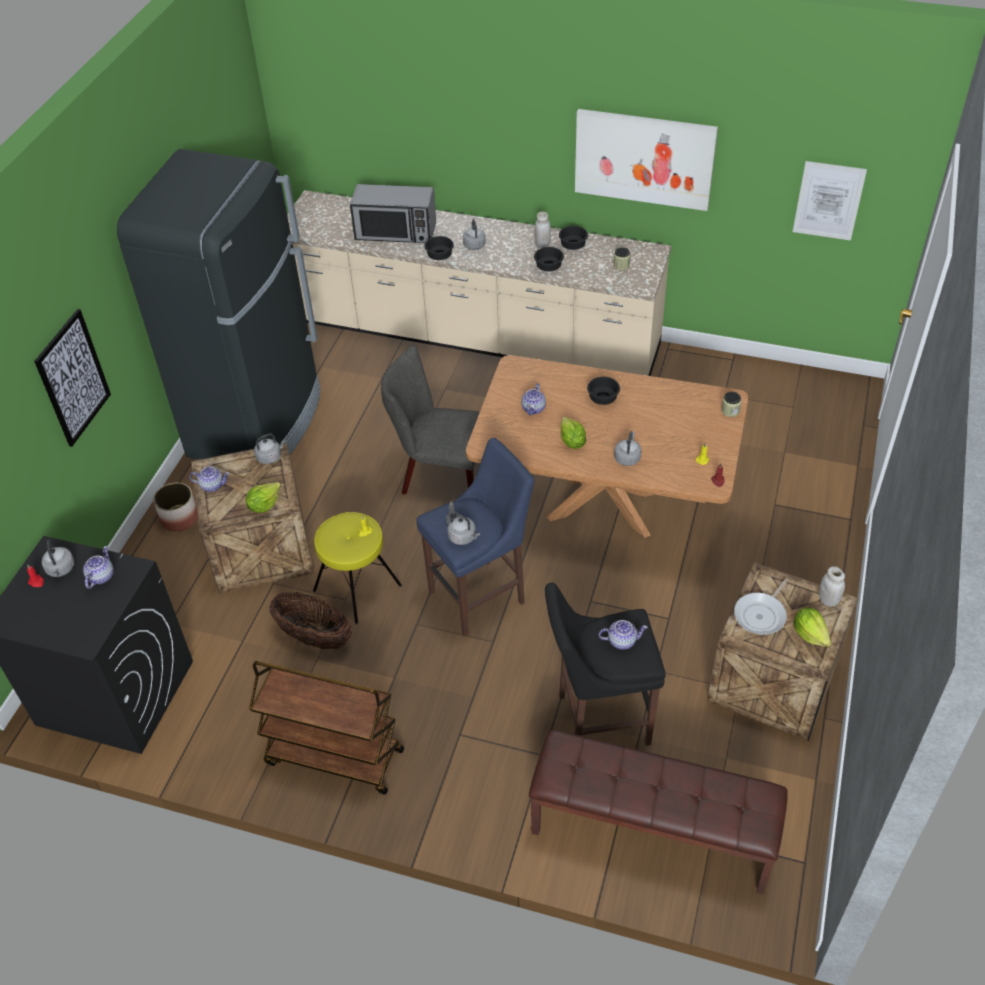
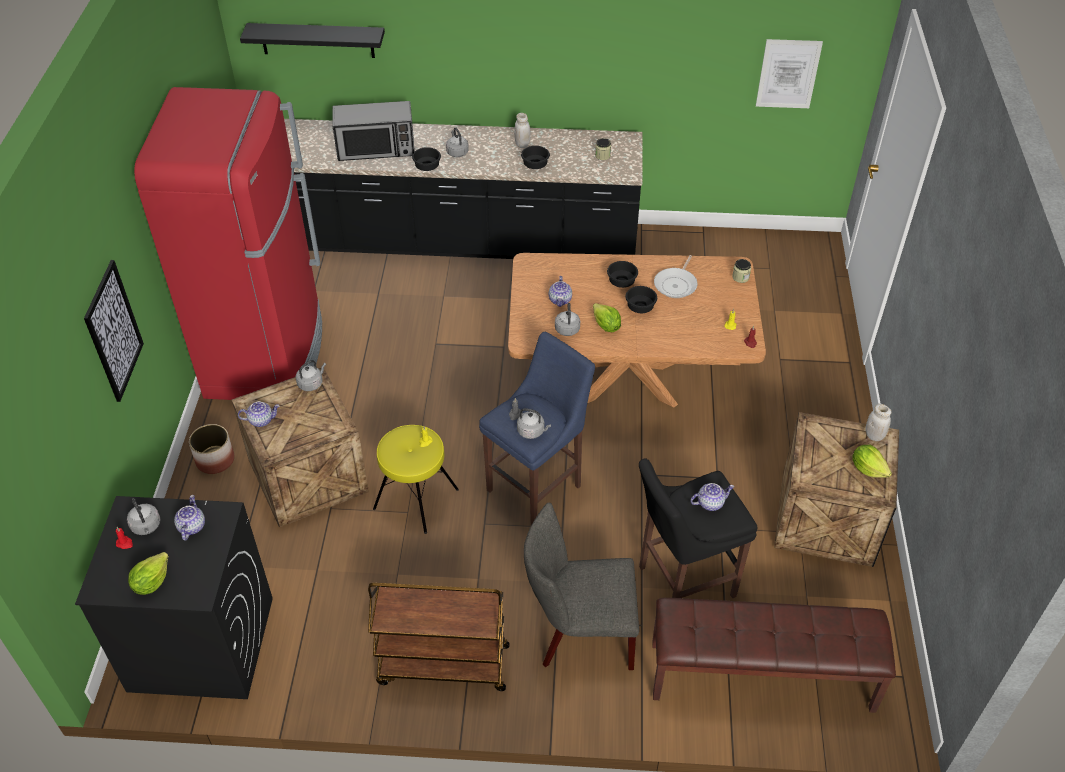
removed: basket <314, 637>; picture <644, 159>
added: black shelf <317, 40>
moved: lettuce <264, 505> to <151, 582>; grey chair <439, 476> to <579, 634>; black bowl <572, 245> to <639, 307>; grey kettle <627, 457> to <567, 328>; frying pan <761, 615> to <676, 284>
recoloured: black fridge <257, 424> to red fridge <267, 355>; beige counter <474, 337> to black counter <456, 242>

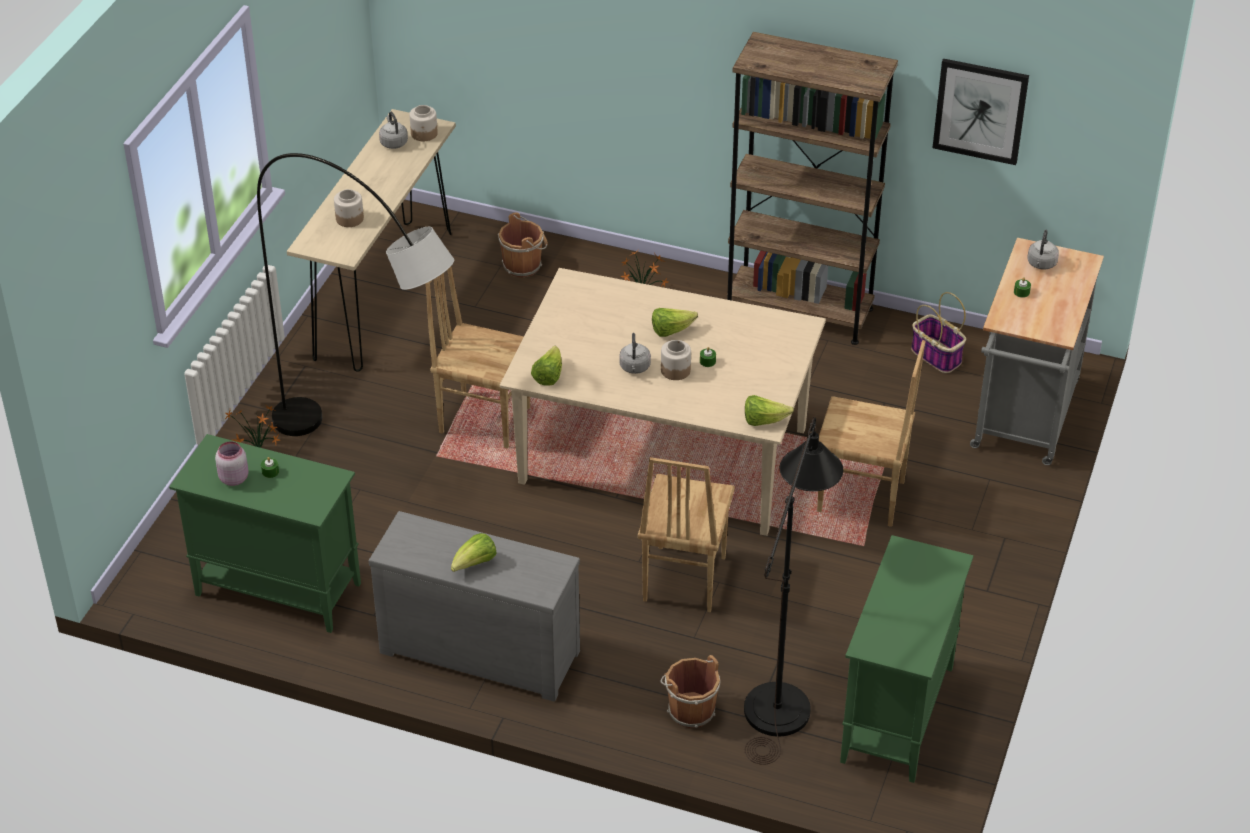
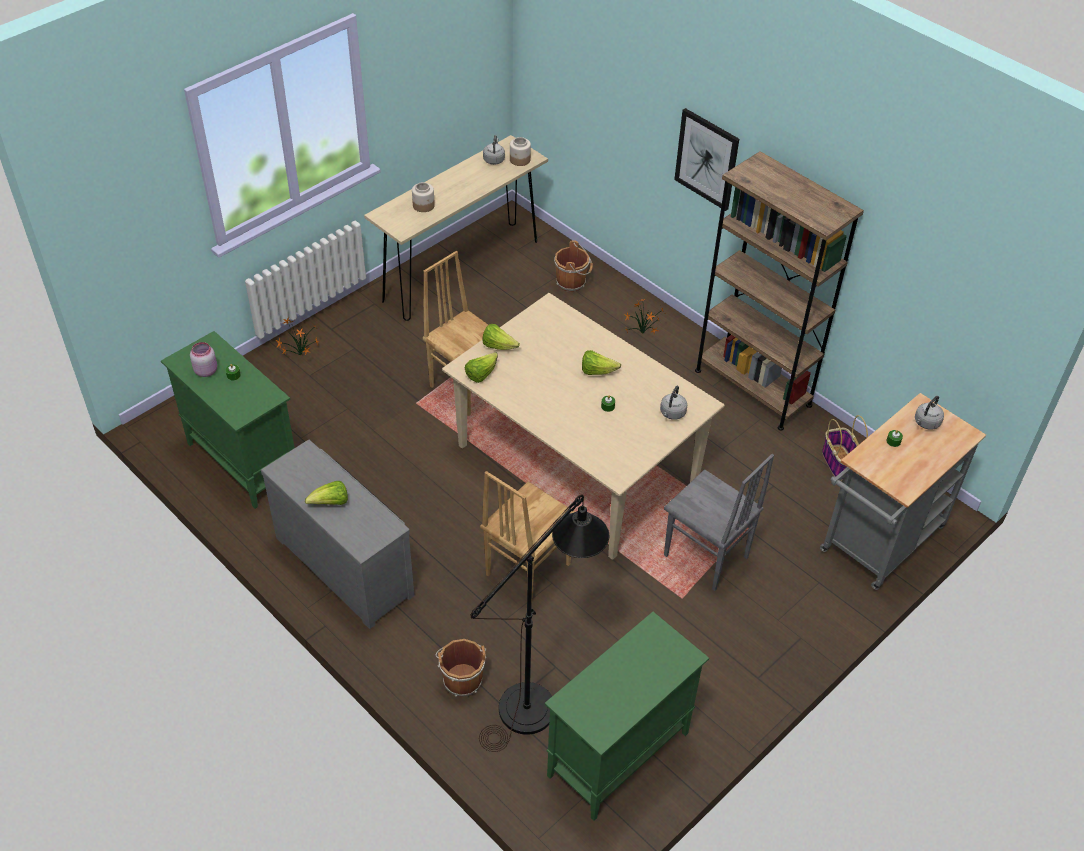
removed: grey floor lamp <373, 453>; jar <675, 370>
moved: grey kettle <635, 368> to <672, 413>; lettuce <764, 421> to <498, 346>; picture <980, 110> to <707, 159>
recoloured: brown chair <861, 498> to grey chair <705, 557>

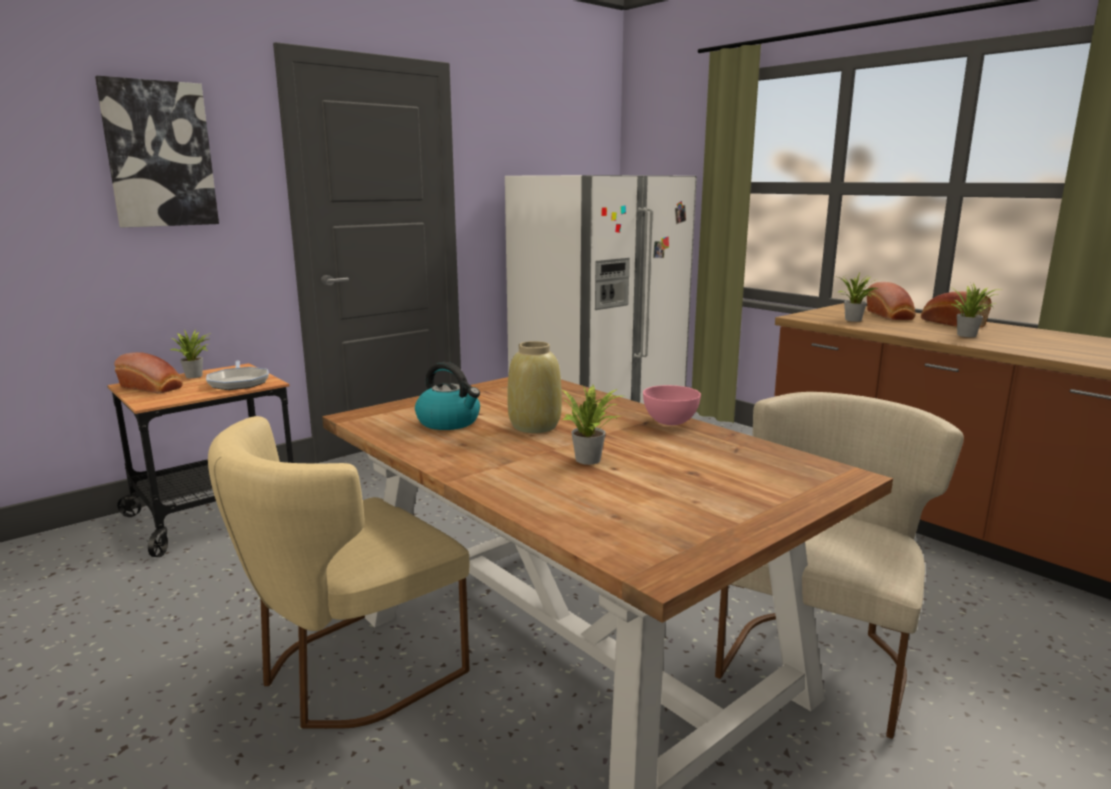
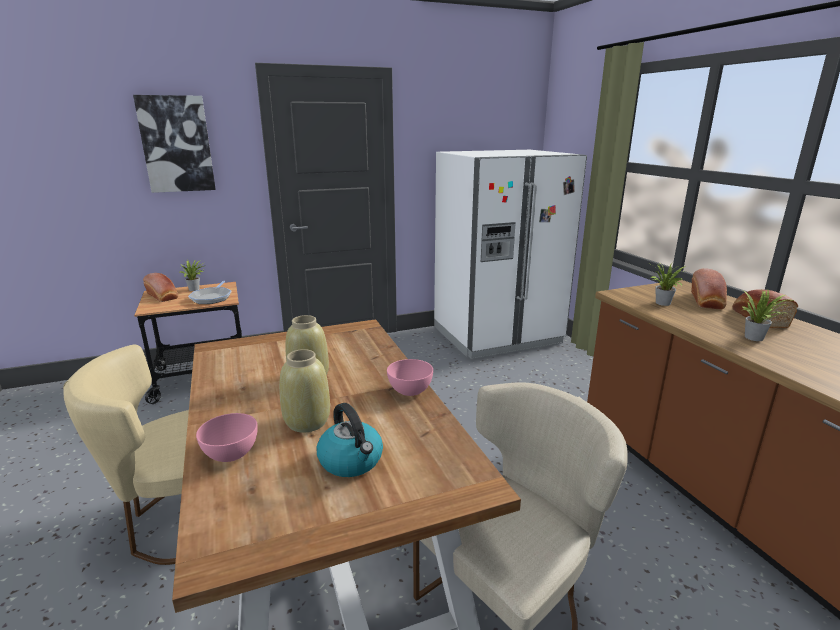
added: pink bowl <231, 454>
moved: kettle <449, 422> to <351, 461>
replaced: potted plant <591, 459> to beige vase <307, 422>

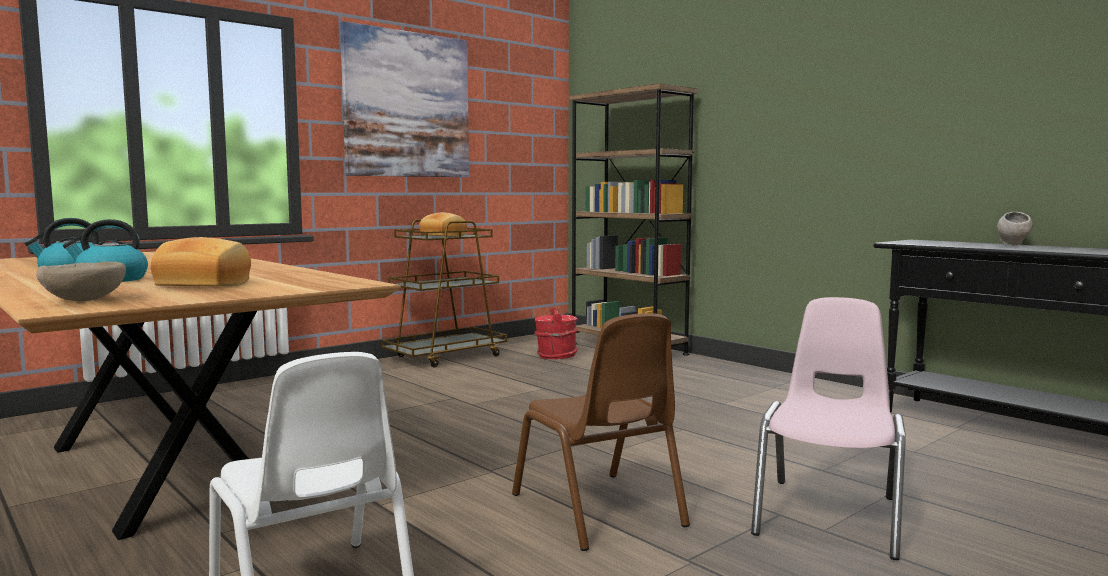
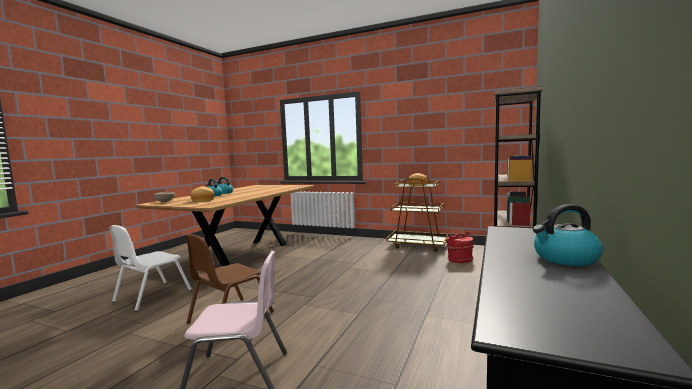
removed: picture <407, 105>
replaced: grey bowl <1013, 245> to kettle <565, 259>

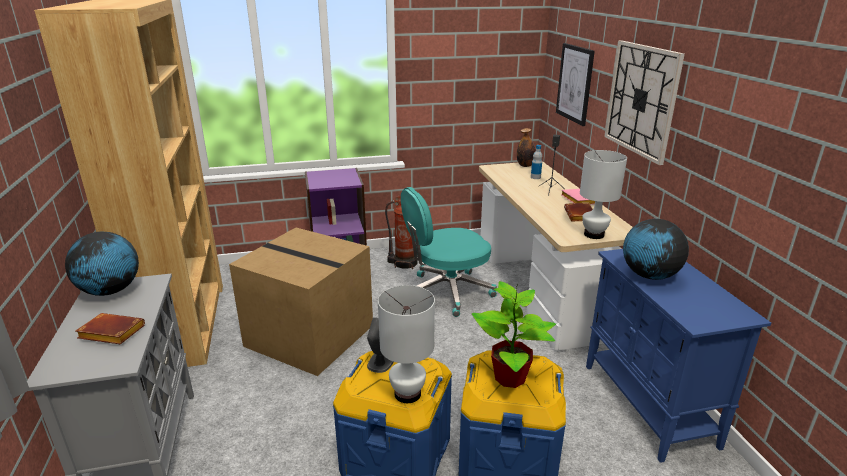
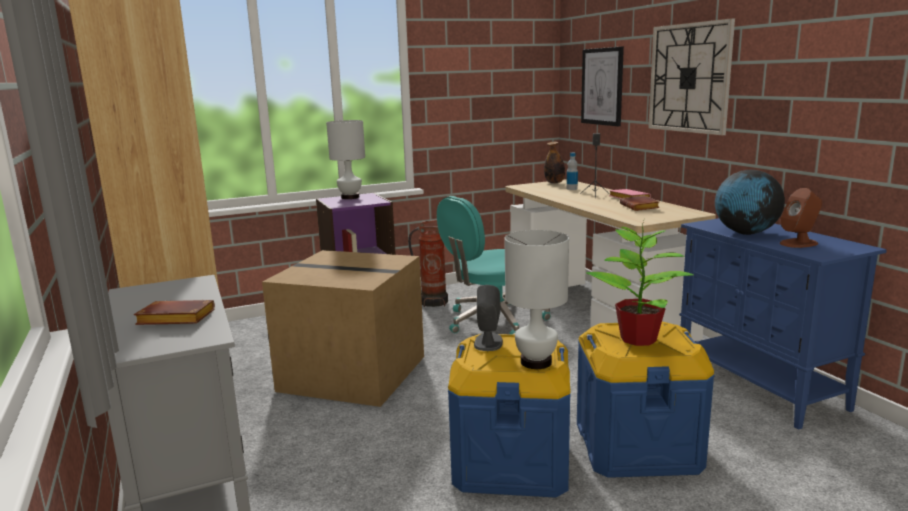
removed: globe <110, 291>
added: brown speaker <799, 243>
moved: white table lamp <594, 234> to <350, 197>

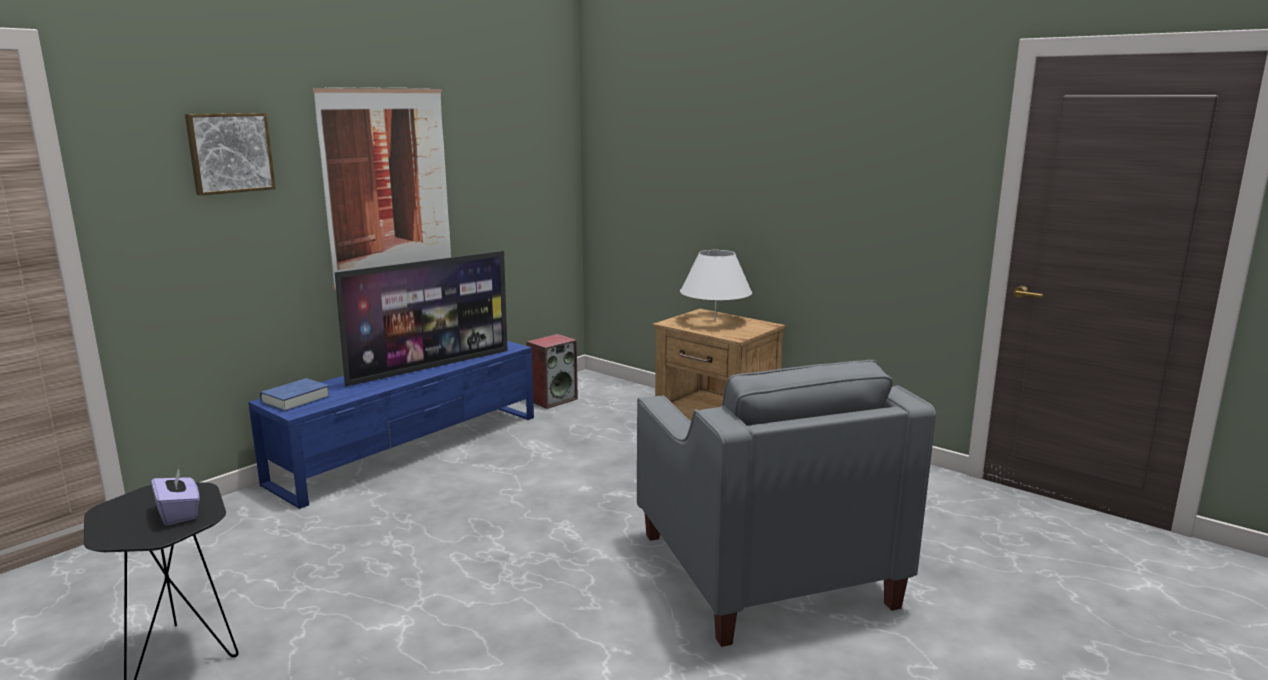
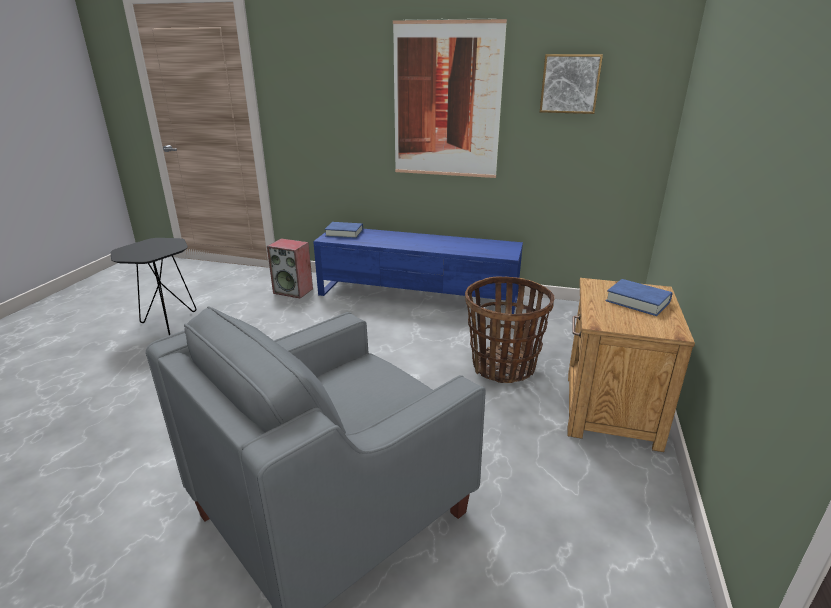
removed: purple tissue box <179, 513>; television <430, 367>
added: basket <503, 367>
moved: picture <230, 153> to <570, 84>; speaker <553, 399> to <294, 291>
replaced: white table lamp <714, 321> to blue book <637, 301>

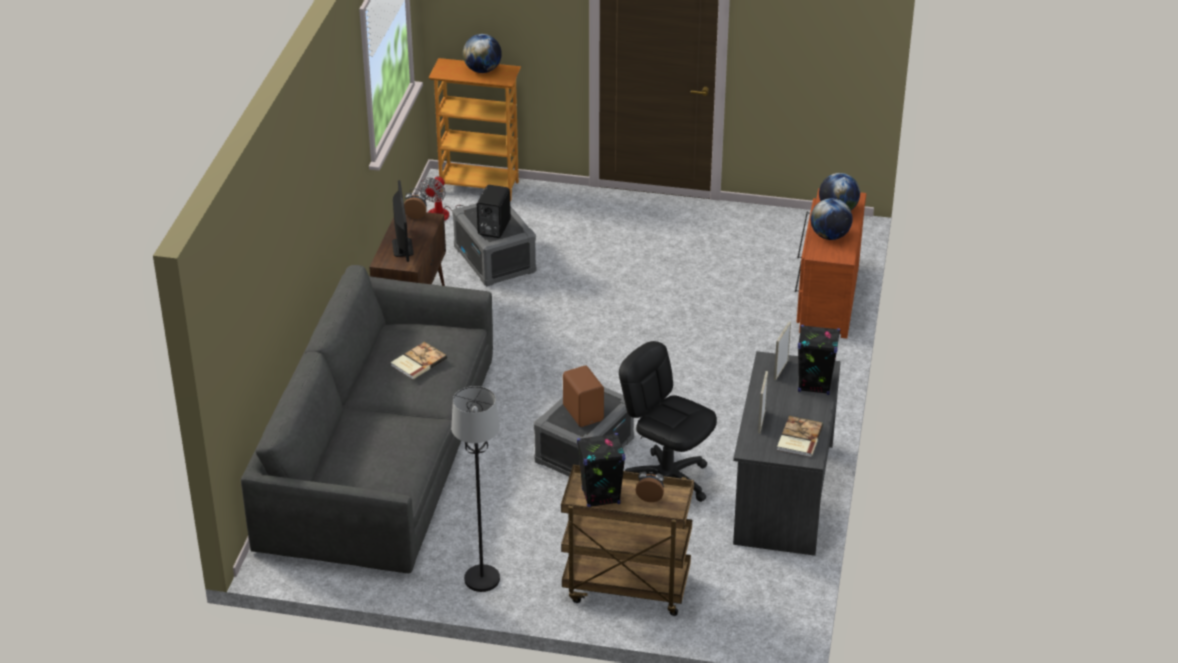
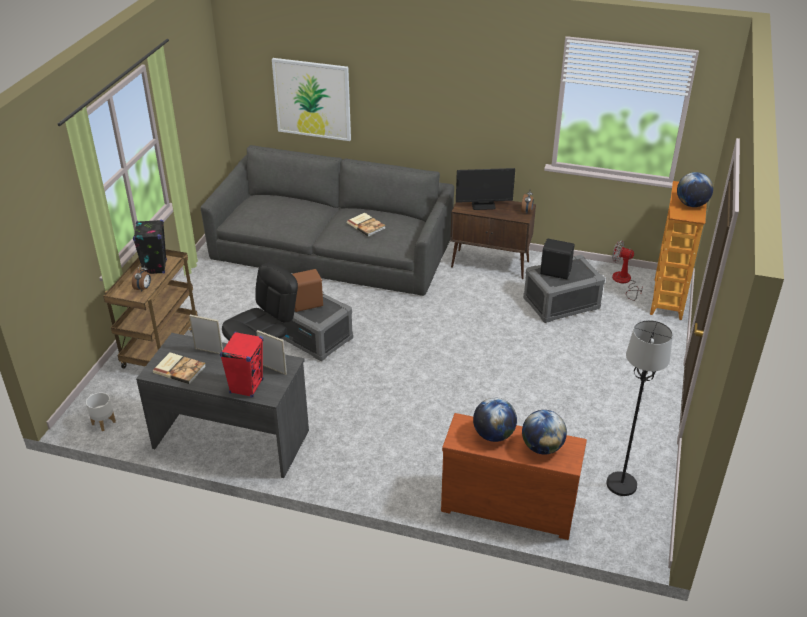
added: white planter <103, 423>; picture <312, 99>
moved: black floor lamp <481, 579> to <621, 484>
recoloured: black speaker <814, 385> to red speaker <246, 386>

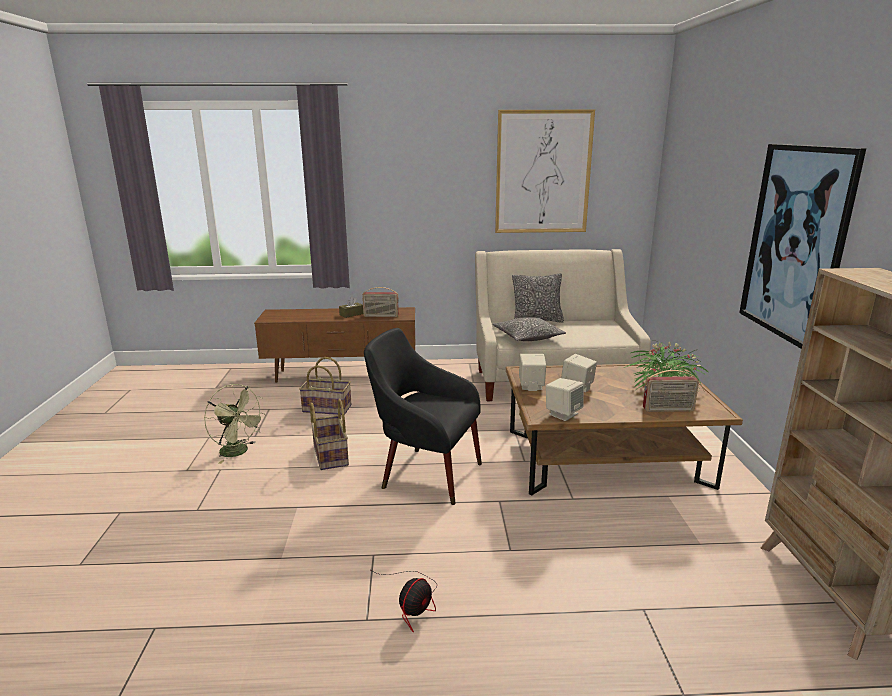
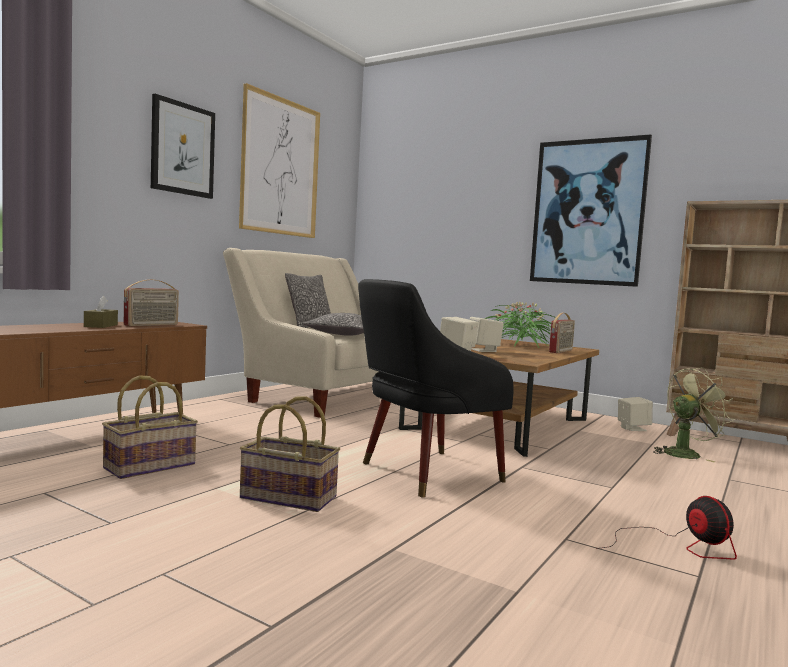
added: picture <182, 149>
moved: green fan <239, 452> to <686, 454>; beige speaker <563, 414> to <632, 428>

